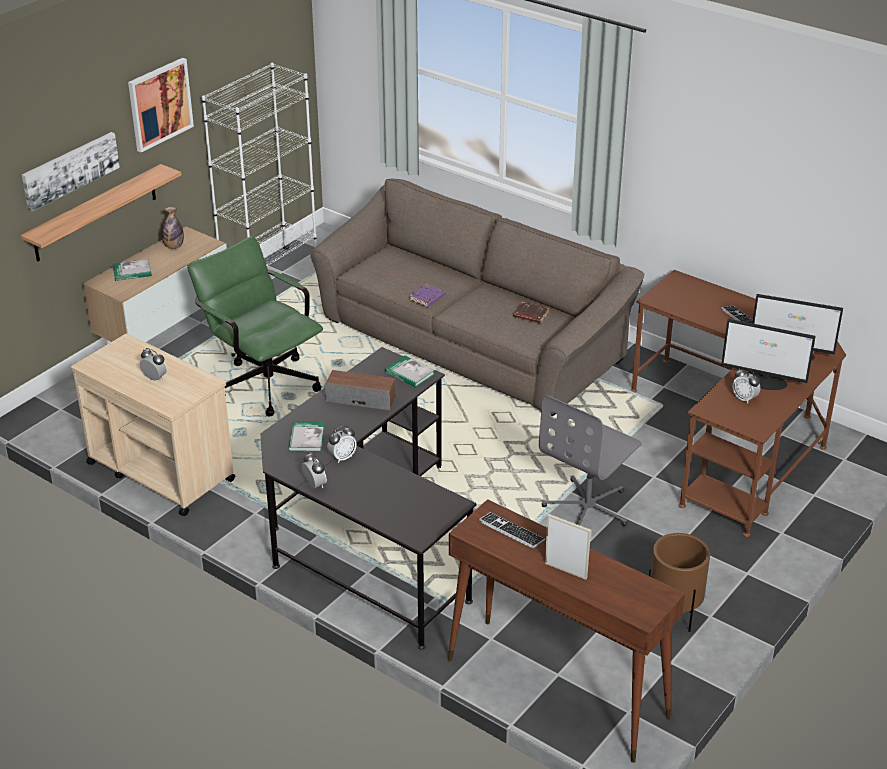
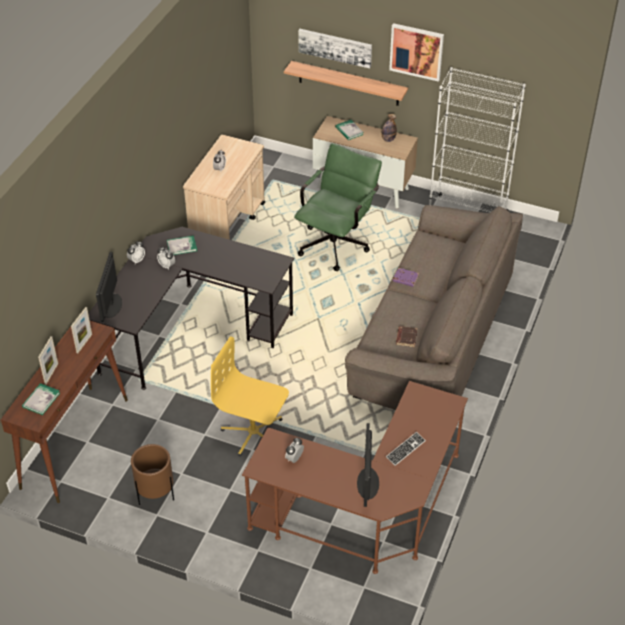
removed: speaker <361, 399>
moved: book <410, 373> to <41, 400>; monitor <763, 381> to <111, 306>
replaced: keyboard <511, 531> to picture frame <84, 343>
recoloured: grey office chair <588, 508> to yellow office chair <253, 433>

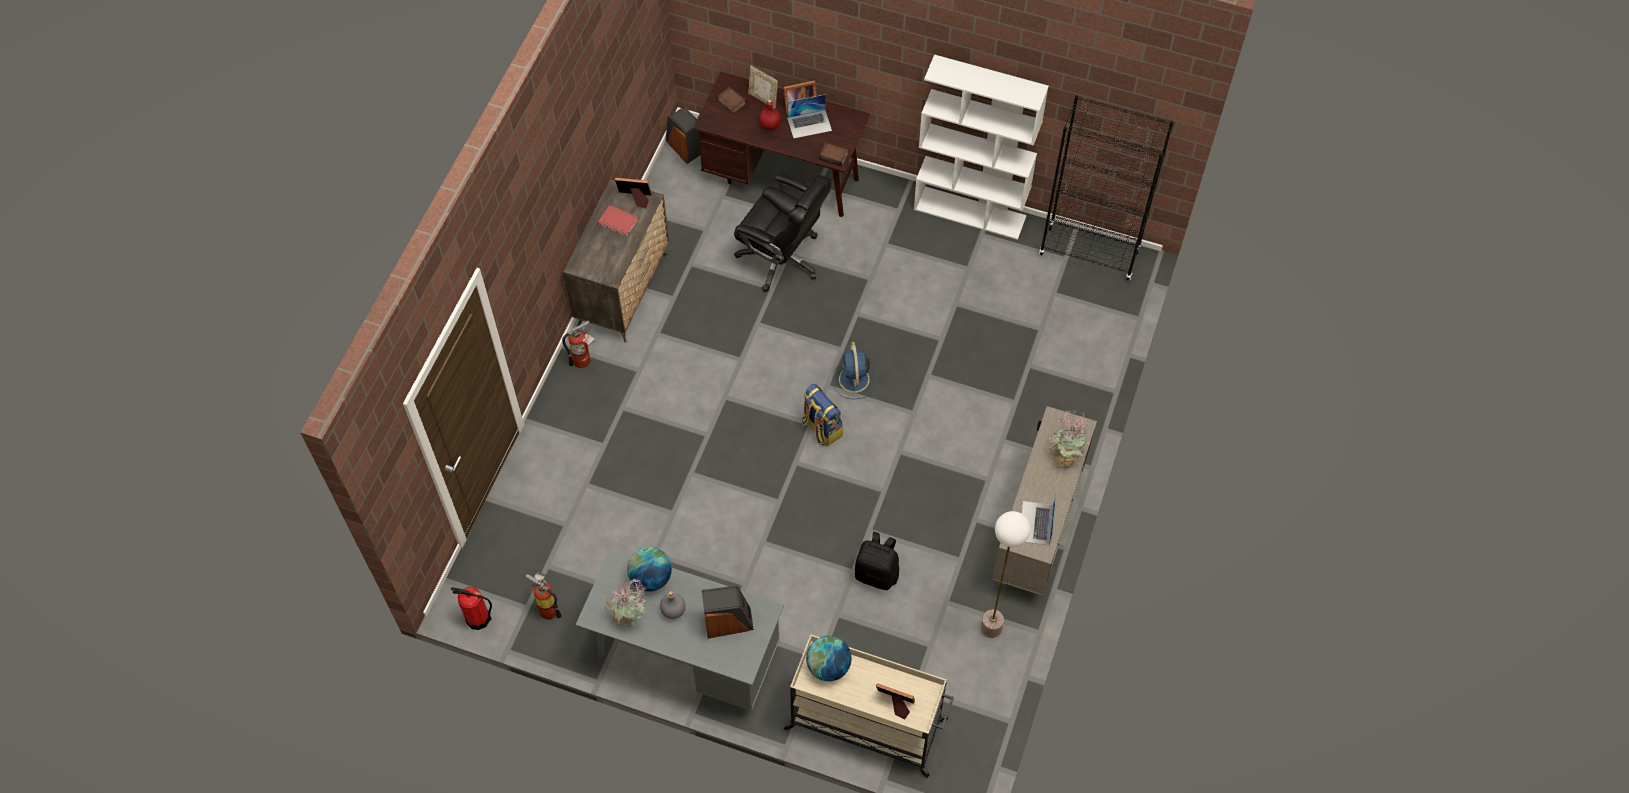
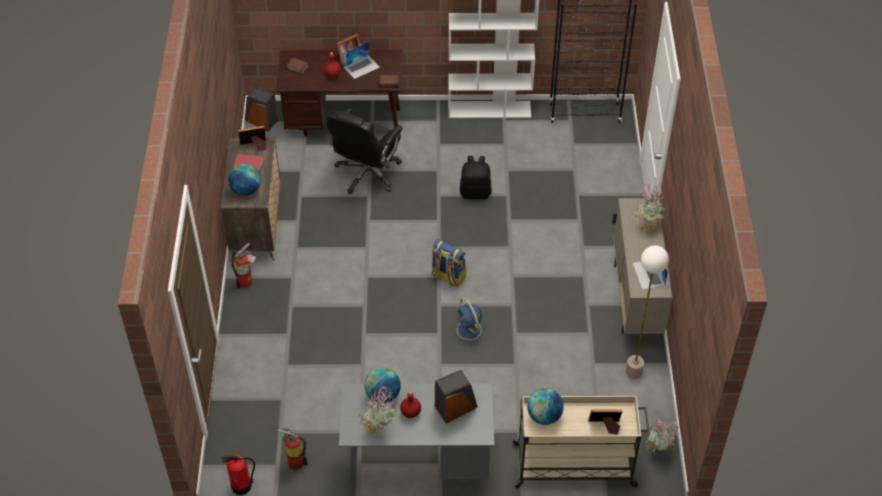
removed: picture frame <763, 99>
added: globe <246, 190>; potted plant <658, 450>
moved: blue fan <854, 380> to <469, 331>; black backpack <877, 573> to <475, 192>
recoloured: grey bottle <673, 611> to red bottle <410, 413>
turned: black office chair <782, 258> = <367, 173> 105 degrees clockwise

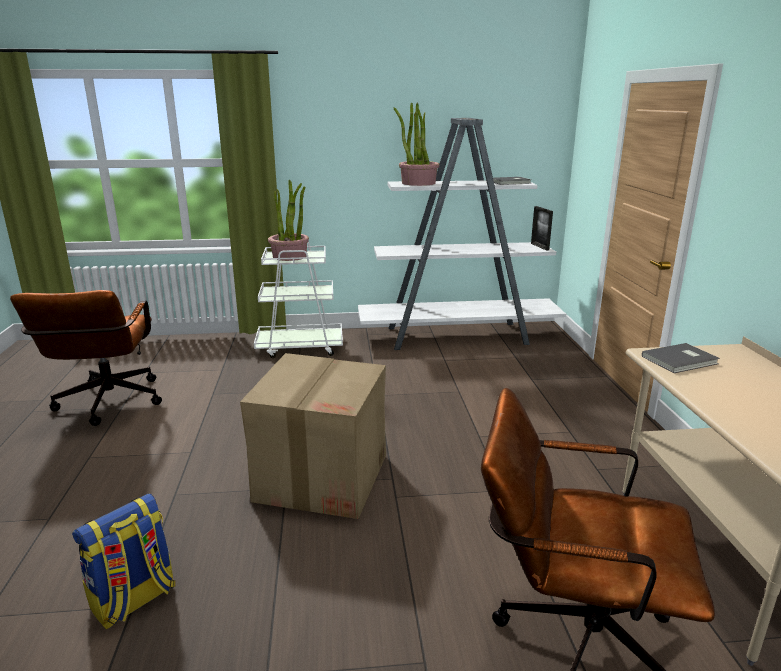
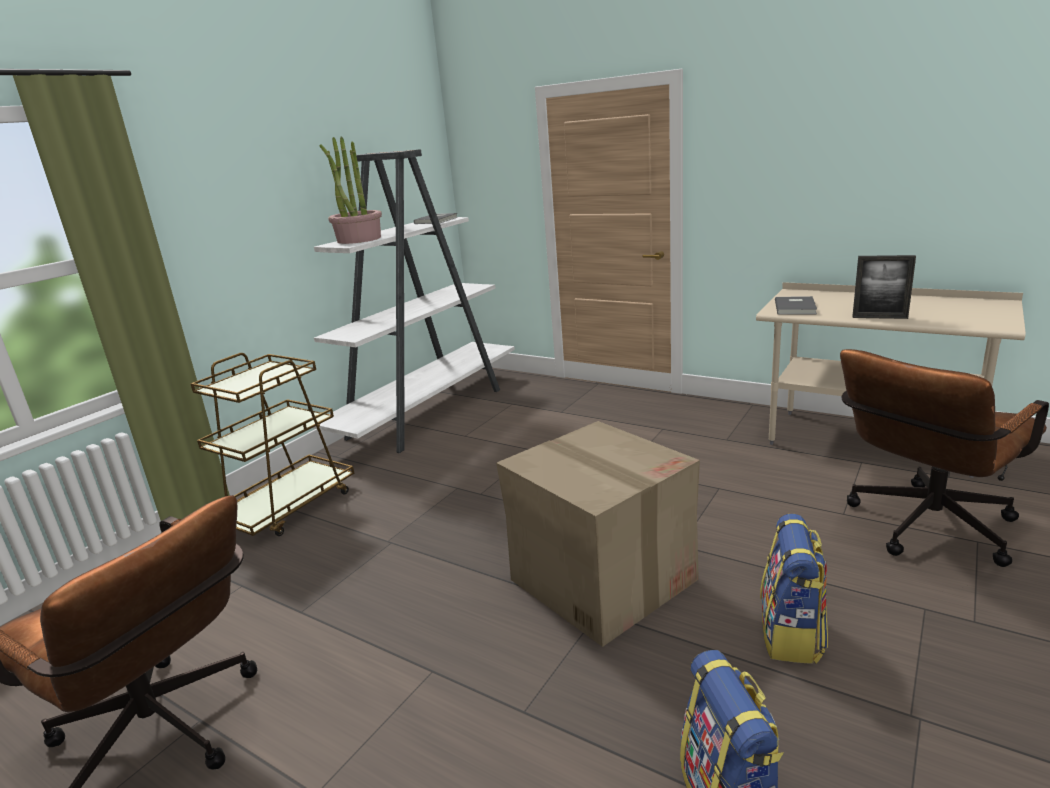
removed: potted plant <290, 256>
added: backpack <791, 635>
moved: picture frame <539, 246> to <879, 317>
recoloured: white cart <300, 347> to brown cart <288, 507>

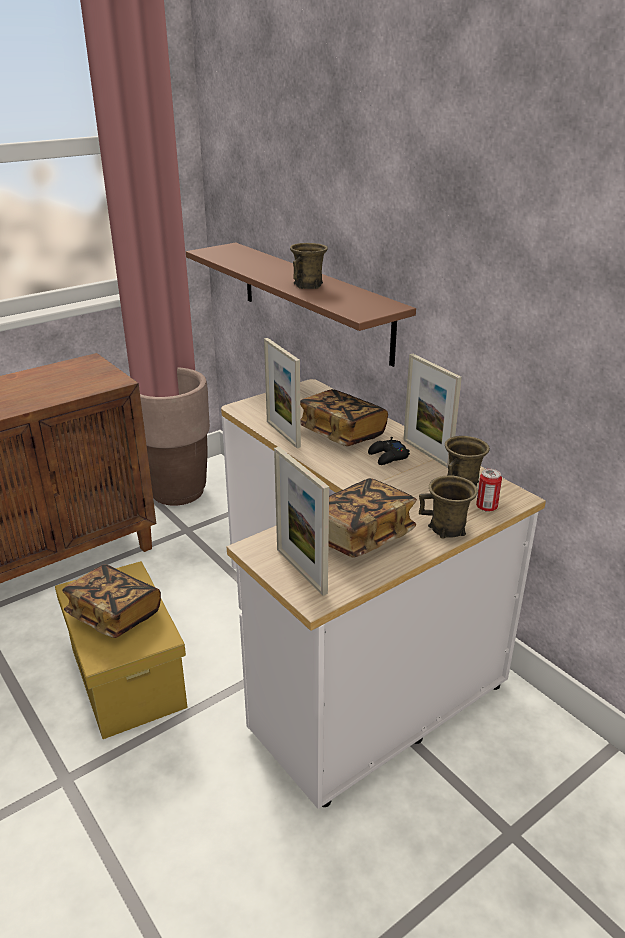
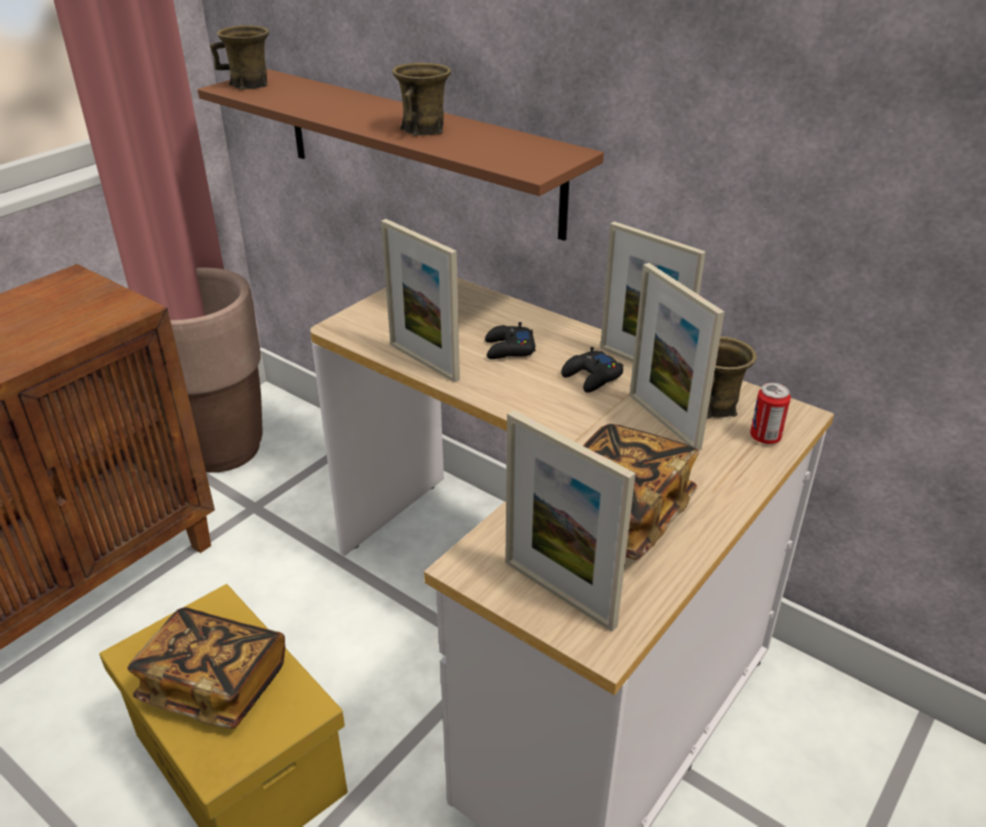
added: picture frame <663, 421>
moved: brown mug <448, 529> to <250, 85>
replaced: book <341, 433> to black game controller <509, 349>

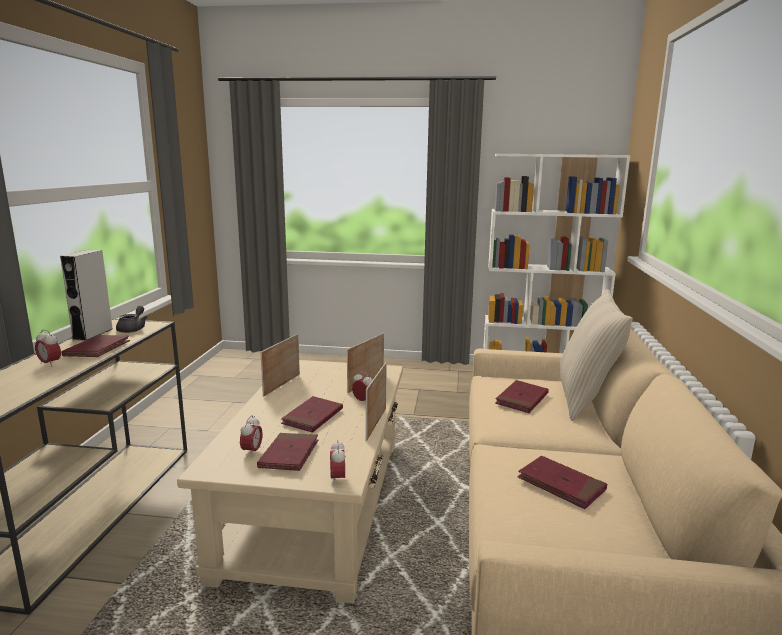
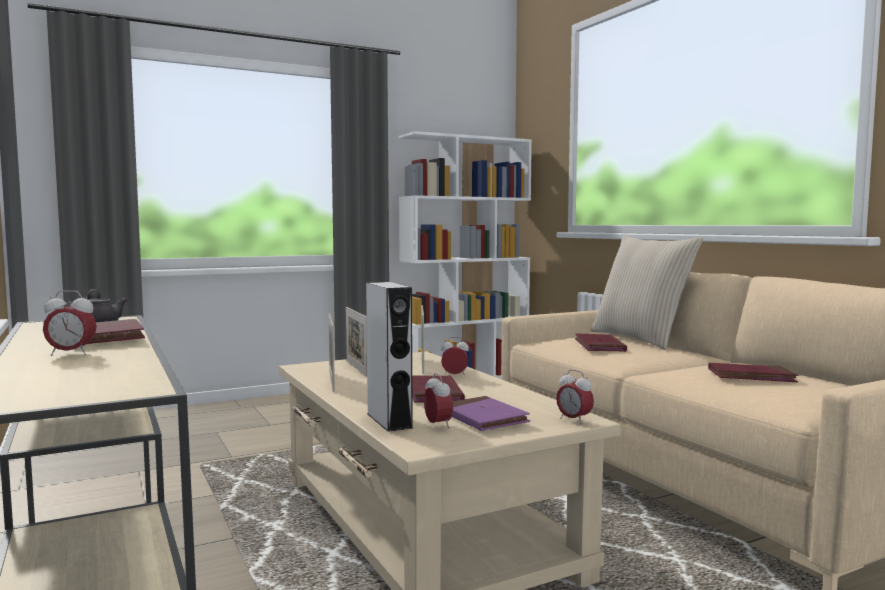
moved: grey speaker <93, 334> to <389, 420>; picture frame <376, 424> to <356, 368>
recoloured: red book <289, 454> to purple book <483, 418>

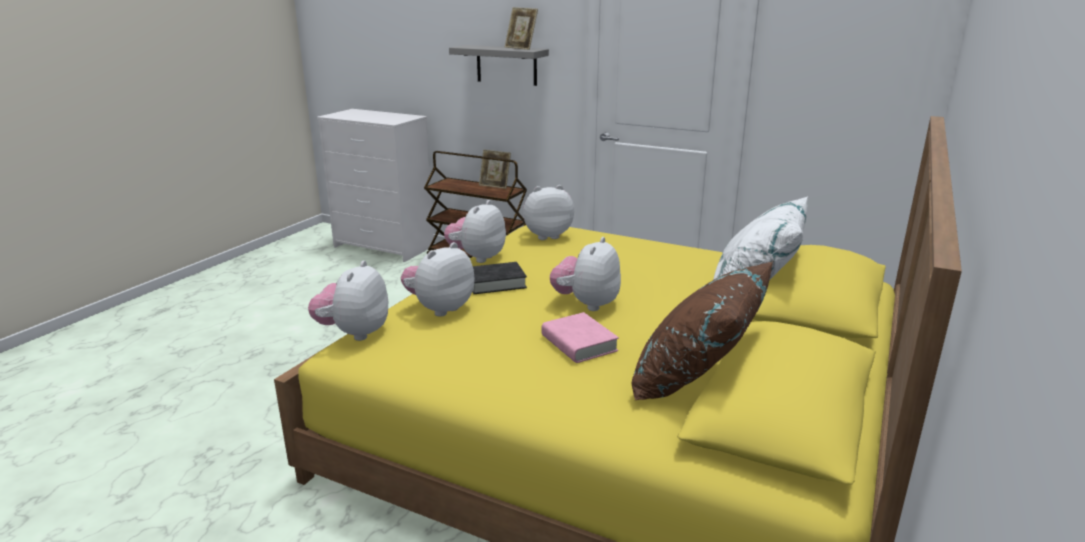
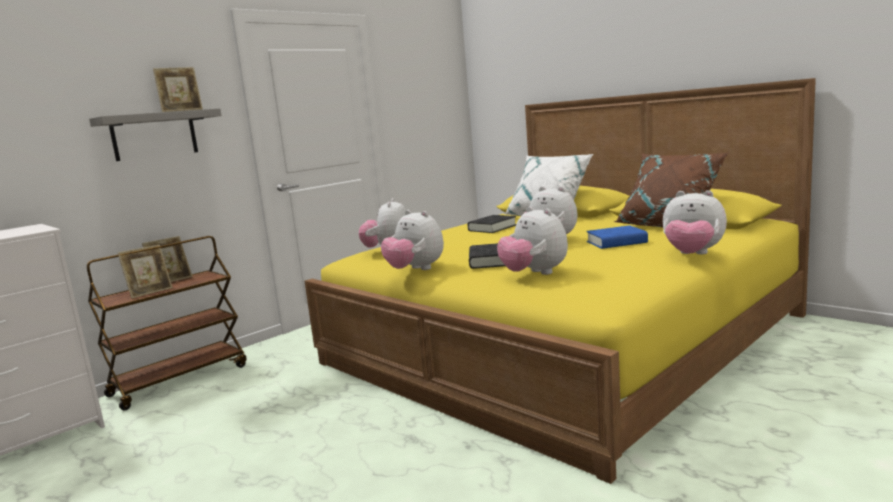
added: picture frame <150, 292>; black book <492, 228>
moved: plush toy <354, 333> to <692, 255>
recoloured: pink book <579, 343> to blue book <616, 242>

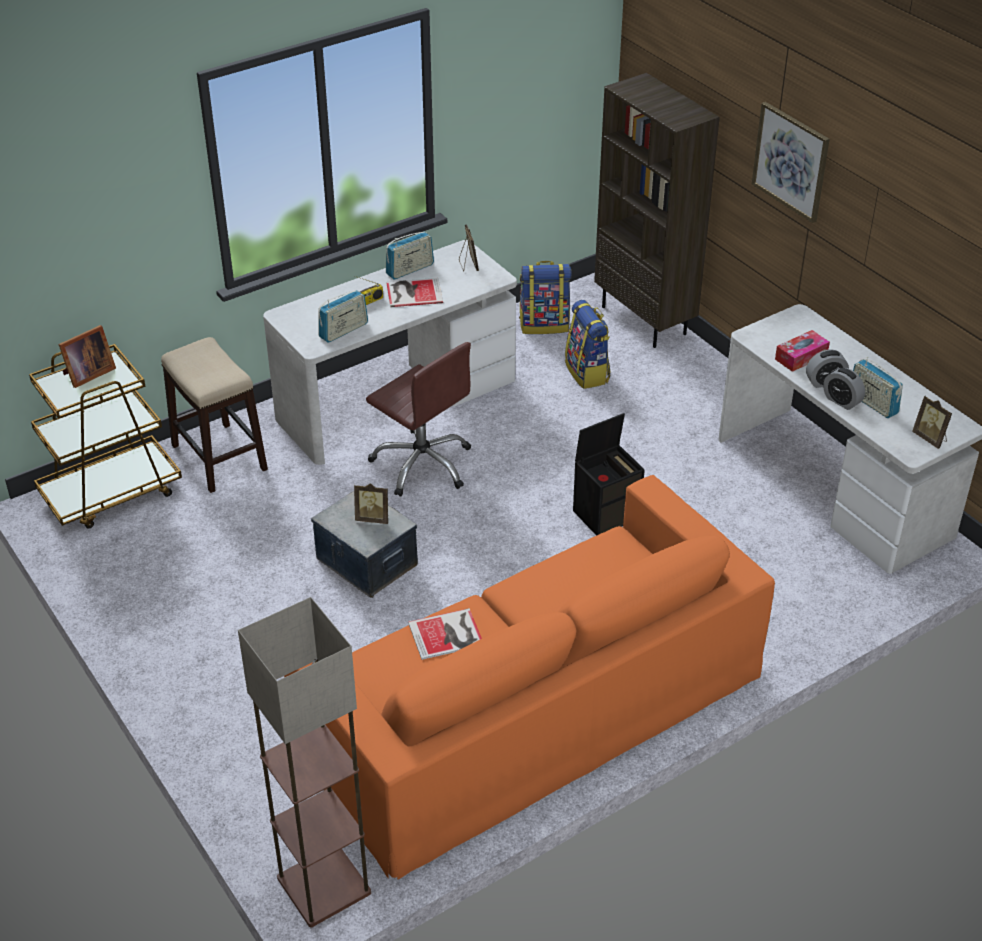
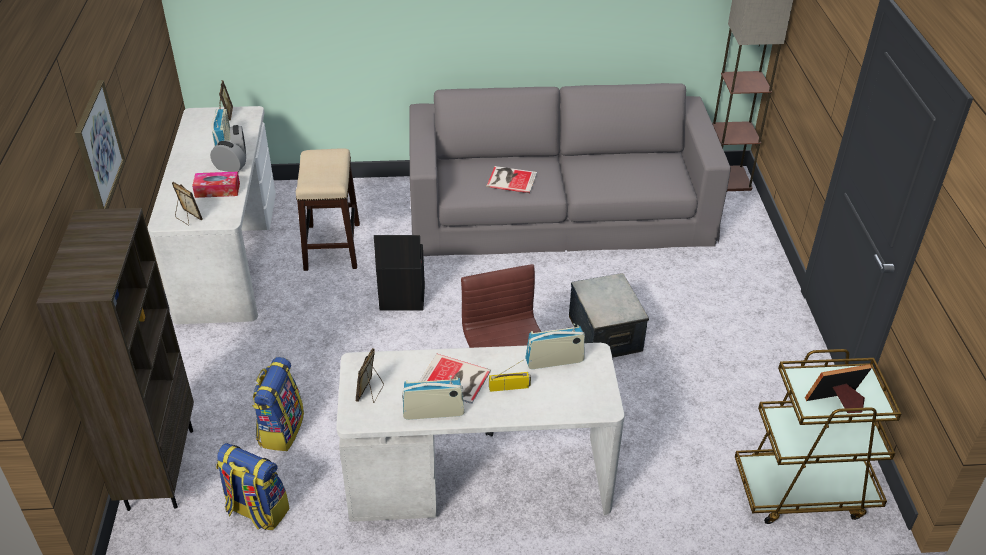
moved: stool <218, 457> to <332, 247>; picture frame <373, 518> to <188, 218>; book <448, 635> to <510, 179>
recoloured: orange sofa <531, 707> to grey sofa <559, 210>

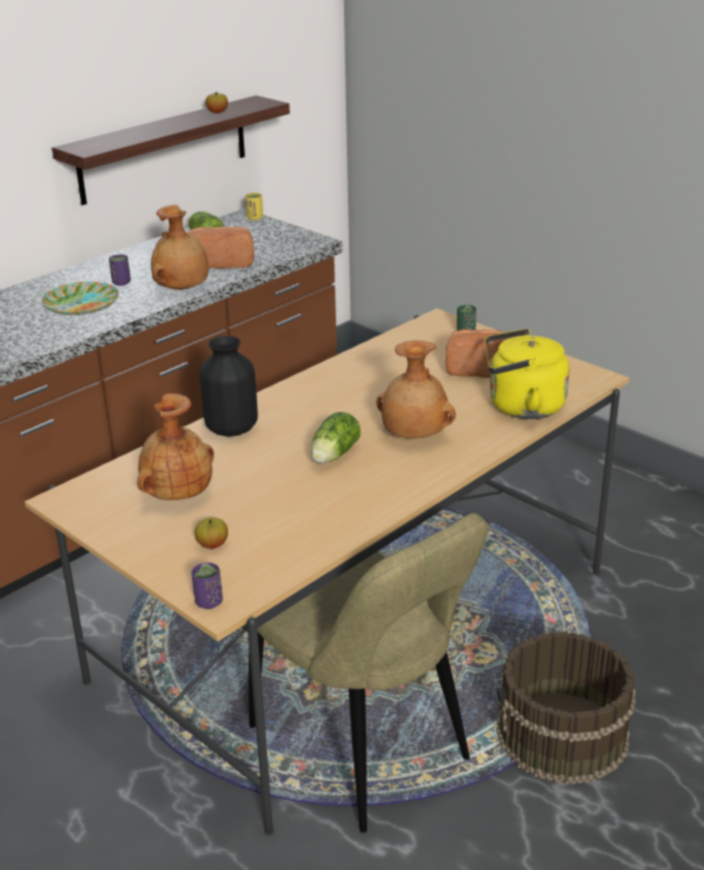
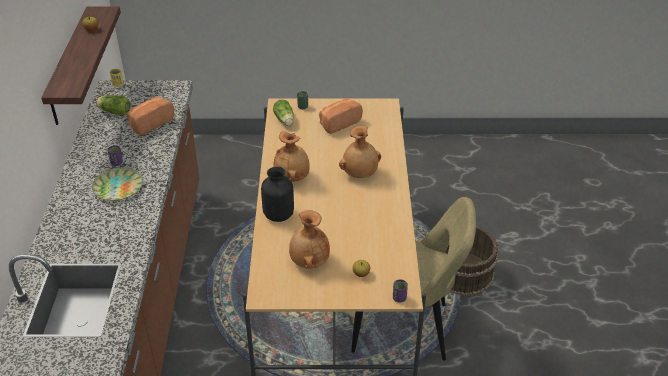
removed: yellow kettle <521, 407>
moved: brown vase <183, 289> to <292, 177>; lettuce <333, 455> to <285, 121>

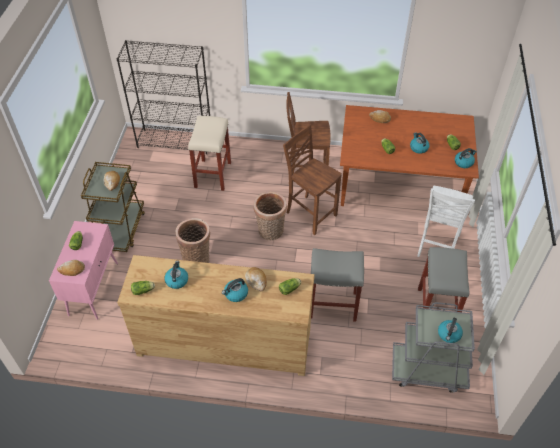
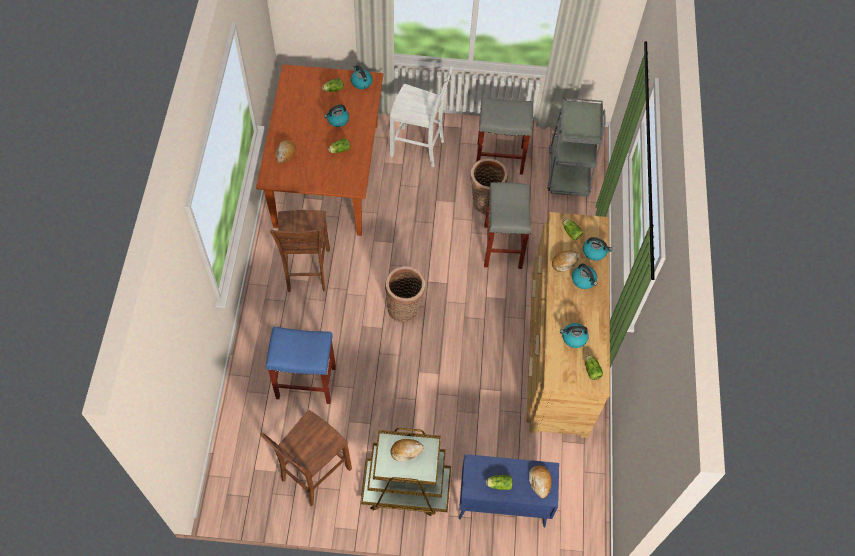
removed: black bookcase <175, 141>
moved: basket <197, 259> to <485, 203>; brown chair <310, 213> to <314, 474>; kettle <449, 334> to <594, 252>
recoloured: pink cabinet <93, 288> to blue cabinet <502, 504>; beige stool <212, 174> to blue stool <305, 383>

